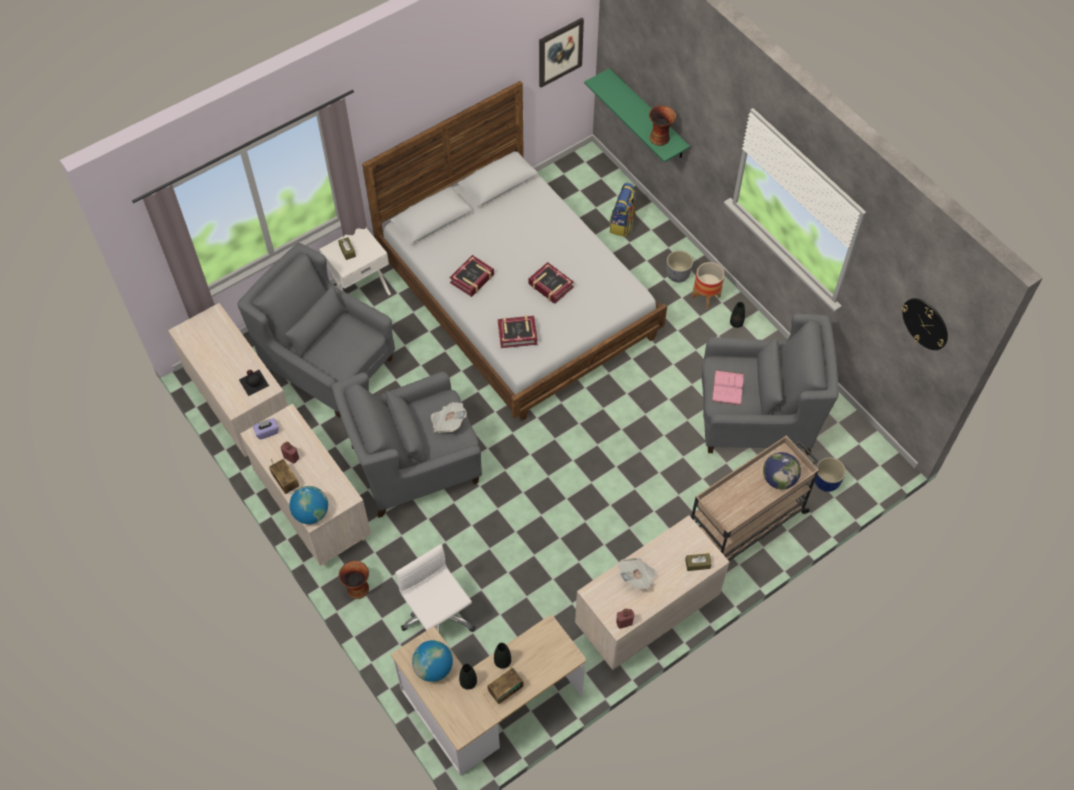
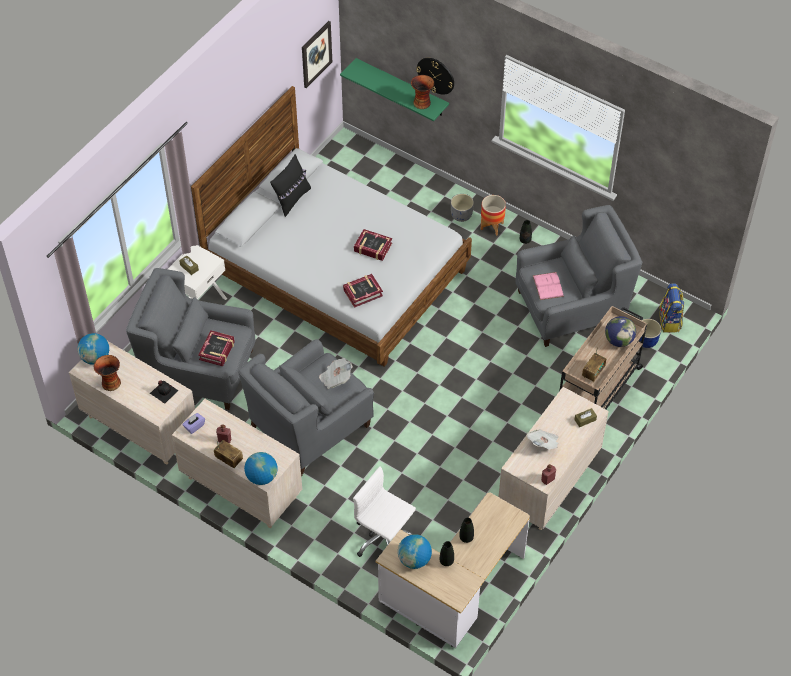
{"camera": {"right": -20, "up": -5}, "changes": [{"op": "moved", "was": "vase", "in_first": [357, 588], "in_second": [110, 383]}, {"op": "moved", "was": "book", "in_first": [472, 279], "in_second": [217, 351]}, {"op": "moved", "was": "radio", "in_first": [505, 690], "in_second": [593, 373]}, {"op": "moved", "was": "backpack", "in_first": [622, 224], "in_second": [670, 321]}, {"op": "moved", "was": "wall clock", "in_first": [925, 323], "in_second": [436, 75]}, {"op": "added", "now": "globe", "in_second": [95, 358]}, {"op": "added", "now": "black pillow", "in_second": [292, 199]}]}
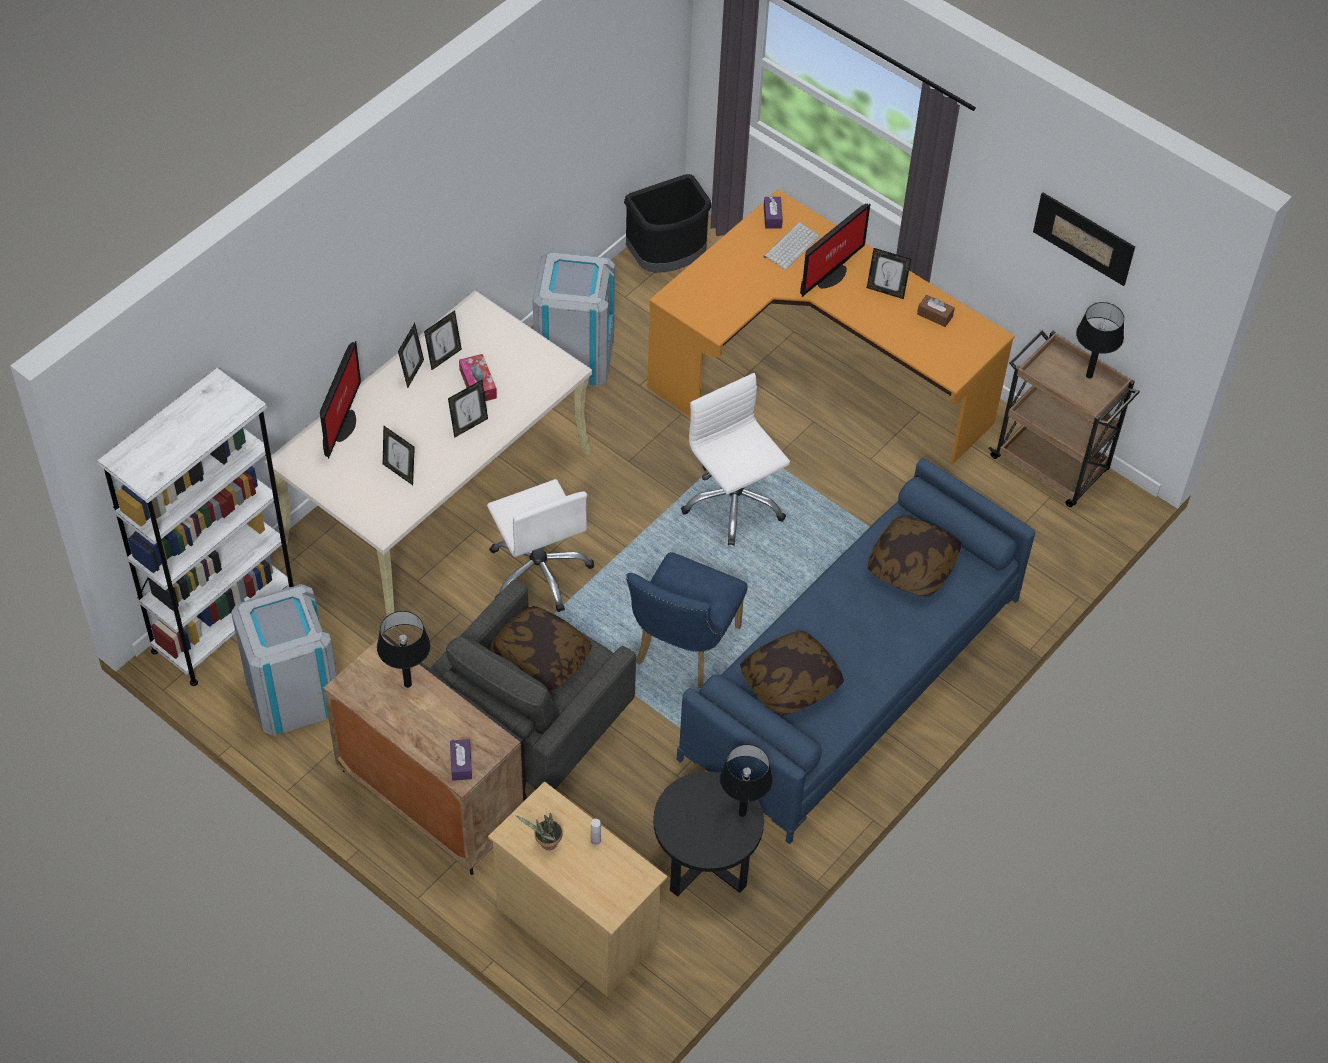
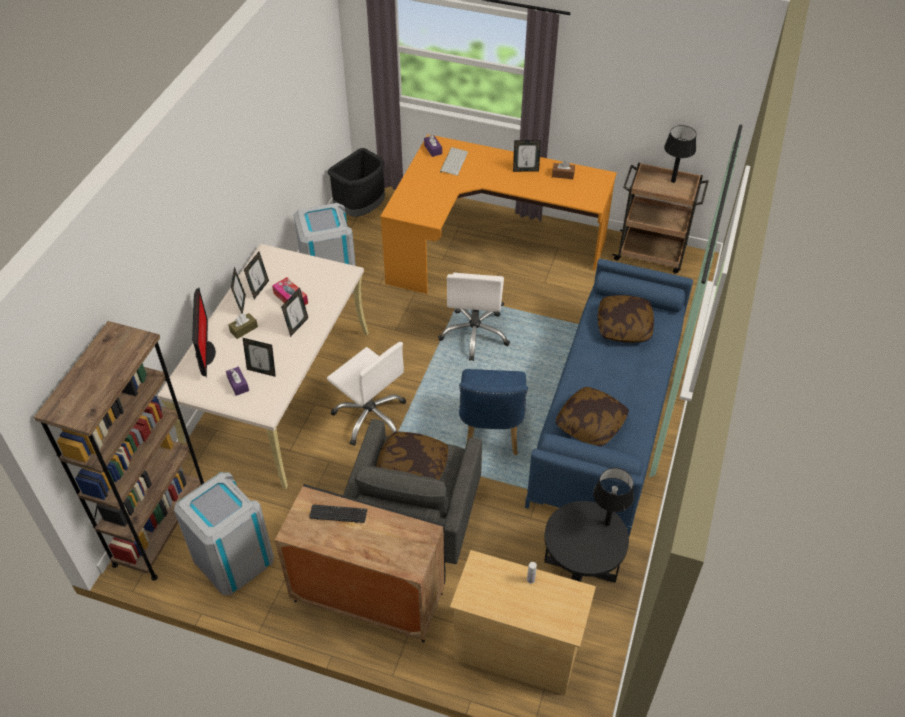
{"camera": {"right": -20, "up": -5}, "changes": [{"op": "recoloured", "was": "white bookcase", "now": "brown bookcase", "in_first": [224, 624], "in_second": [161, 527]}, {"op": "replaced", "was": "black table lamp", "now": "keyboard", "in_first": [407, 684], "in_second": [338, 514]}, {"op": "moved", "was": "purple tissue box", "in_first": [461, 764], "in_second": [238, 384]}, {"op": "removed", "was": "potted plant", "in_first": [546, 844]}, {"op": "turned", "was": "white office chair", "in_first": [733, 503], "in_second": [475, 334], "clockwise": -120}, {"op": "removed", "was": "monitor", "in_first": [829, 276]}, {"op": "removed", "was": "picture", "in_first": [1084, 238]}, {"op": "added", "now": "brown tissue box", "in_second": [244, 329]}]}
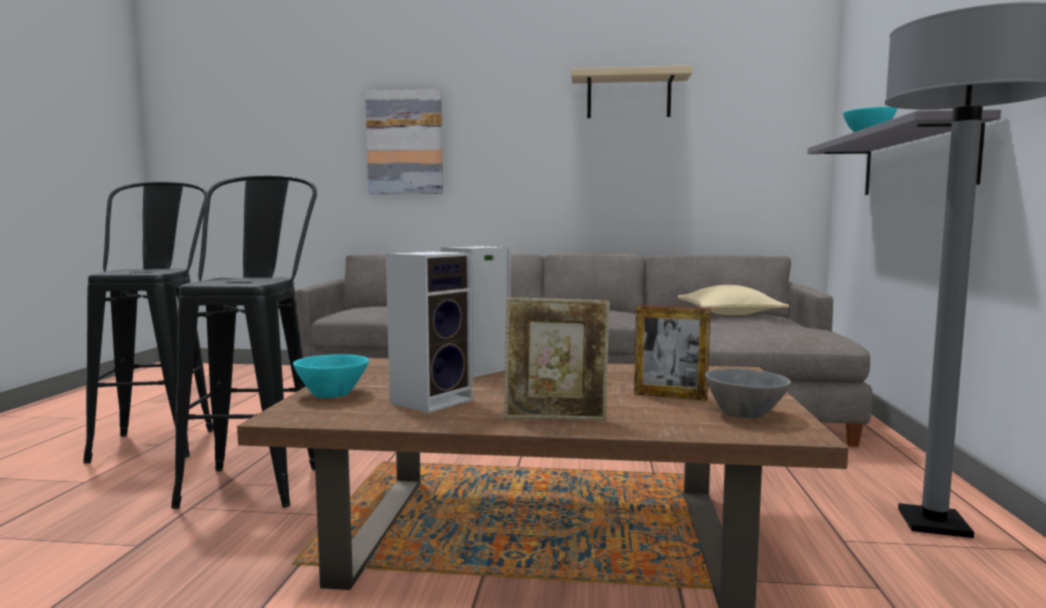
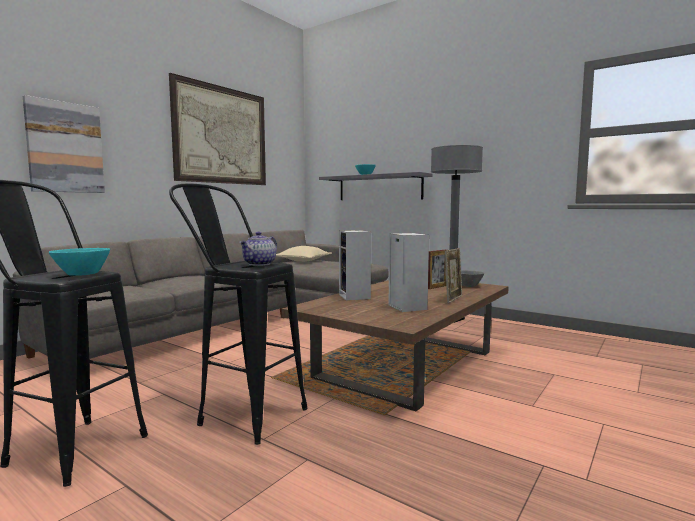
{"camera": {"right": -60, "up": 0}, "changes": [{"op": "moved", "was": "turquoise bowl", "in_first": [334, 394], "in_second": [83, 274]}, {"op": "replaced", "was": "beige shelf", "now": "picture", "in_first": [628, 96], "in_second": [222, 135]}, {"op": "added", "now": "teapot", "in_second": [260, 264]}]}
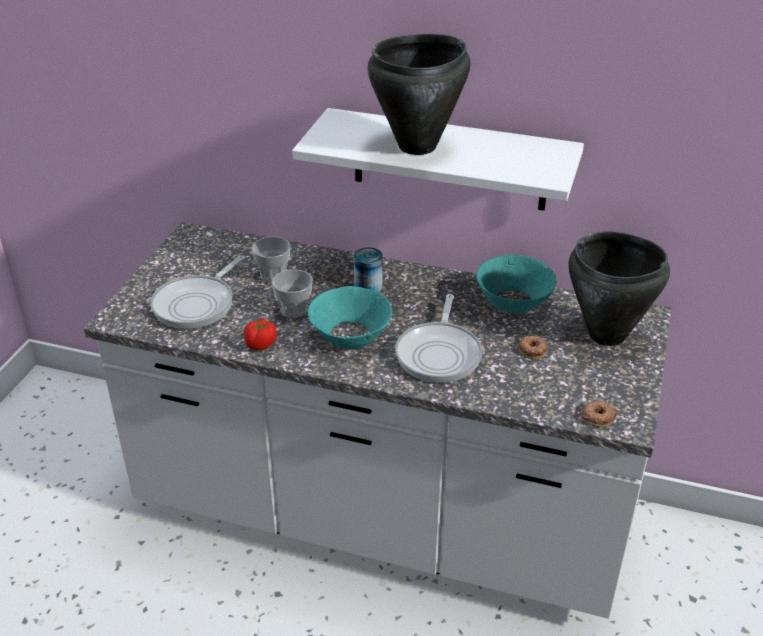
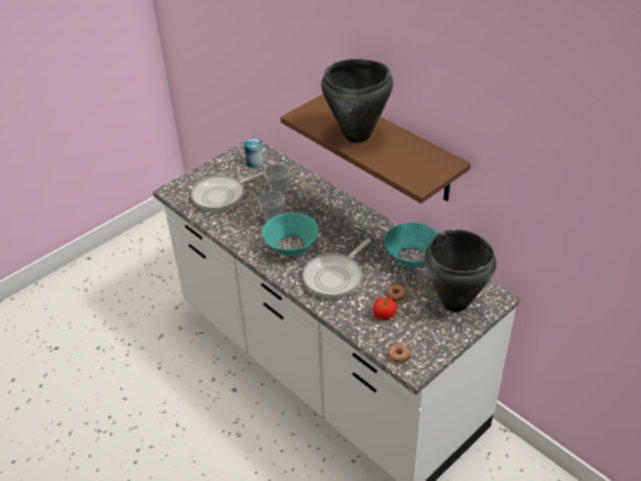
{"camera": {"right": 30, "up": 5}, "changes": [{"op": "moved", "was": "tomato", "in_first": [260, 345], "in_second": [384, 315]}, {"op": "recoloured", "was": "white shelf", "now": "brown shelf", "in_first": [449, 160], "in_second": [394, 147]}, {"op": "moved", "was": "can", "in_first": [368, 286], "in_second": [255, 162]}]}
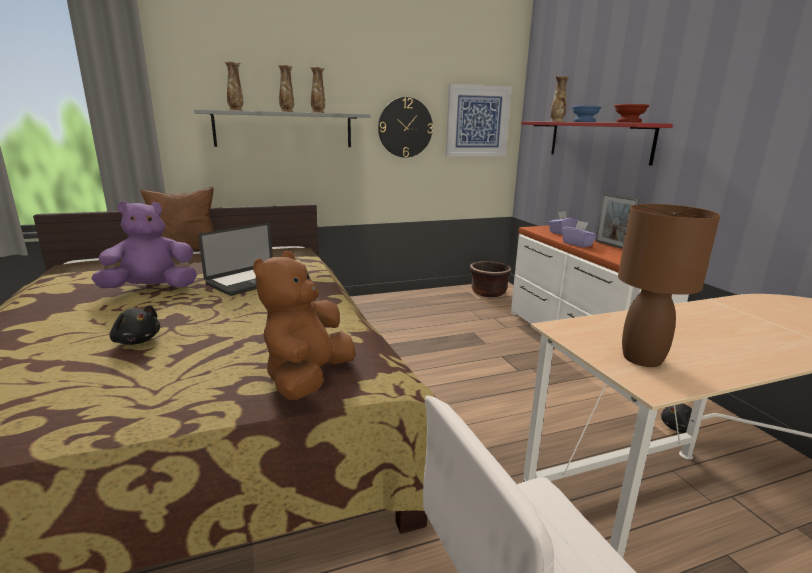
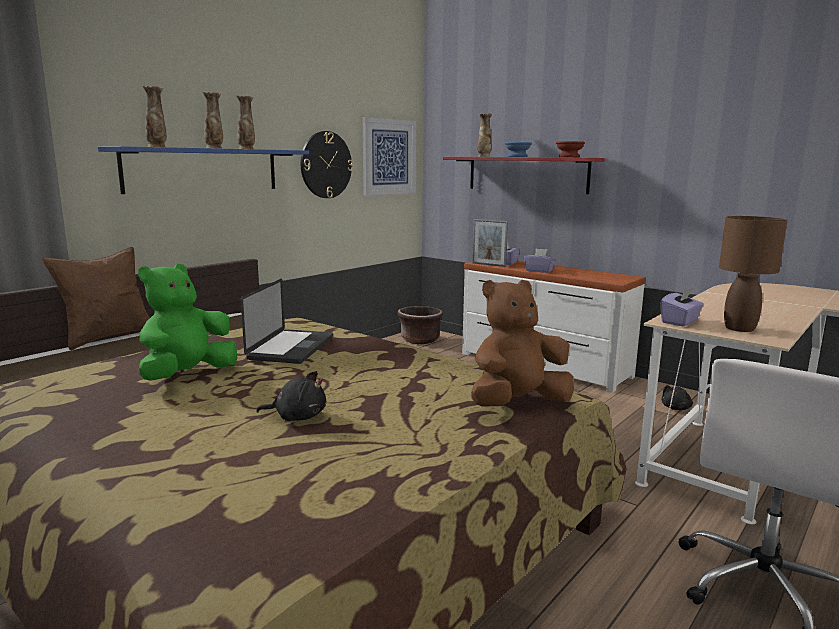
{"camera": {"right": -30, "up": -5}, "changes": [{"op": "recoloured", "was": "purple plush toy", "now": "green plush toy", "in_first": [151, 289], "in_second": [187, 375]}, {"op": "recoloured", "was": "grey shelf", "now": "blue shelf", "in_first": [284, 129], "in_second": [203, 170]}, {"op": "turned", "was": "brown plush toy", "in_first": [308, 379], "in_second": [517, 404], "clockwise": 75}, {"op": "moved", "was": "picture frame", "in_first": [611, 245], "in_second": [488, 265]}, {"op": "added", "now": "purple tissue box", "in_second": [680, 322]}]}
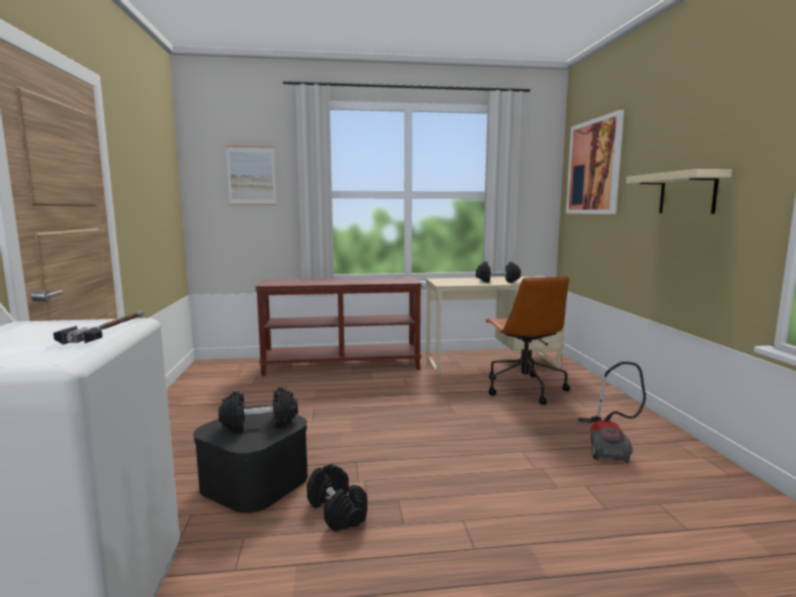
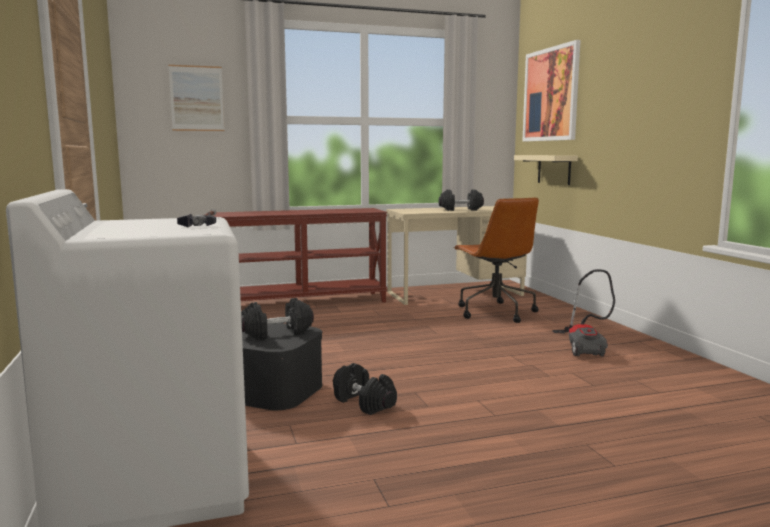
{"camera": {"right": -10, "up": 0}, "changes": [{"op": "moved", "was": "beige shelf", "in_first": [687, 193], "in_second": [554, 169]}]}
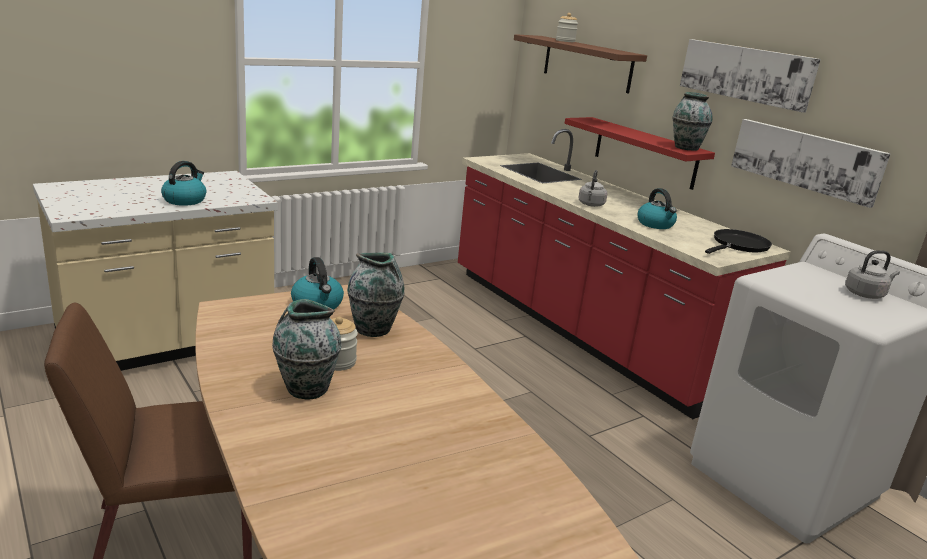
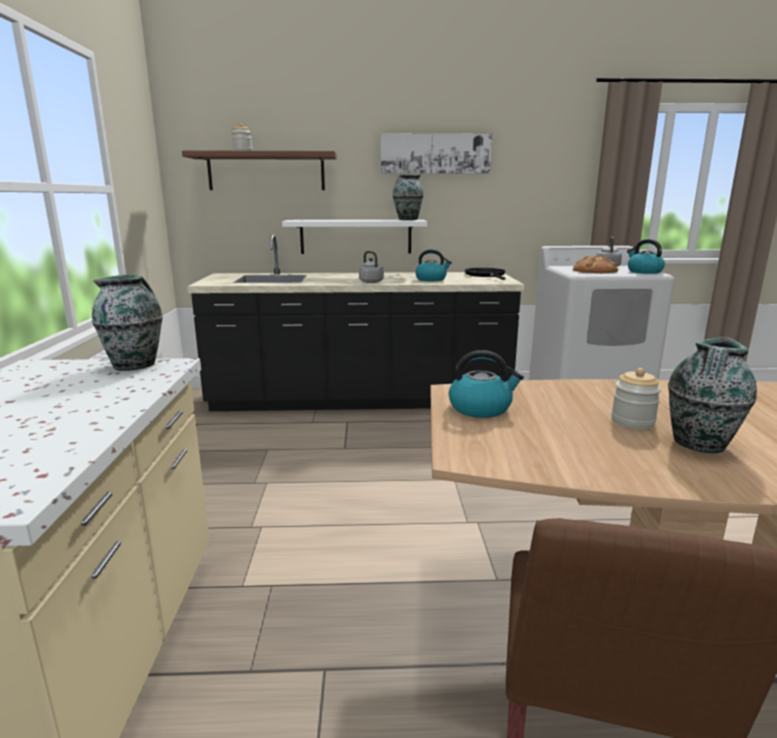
{"camera": {"right": -55, "up": -5}, "changes": [{"op": "moved", "was": "kettle", "in_first": [185, 200], "in_second": [643, 272]}, {"op": "moved", "was": "vase", "in_first": [374, 329], "in_second": [135, 365]}, {"op": "recoloured", "was": "red counter", "now": "black counter", "in_first": [579, 329], "in_second": [360, 400]}, {"op": "recoloured", "was": "red shelf", "now": "white shelf", "in_first": [645, 152], "in_second": [356, 236]}, {"op": "removed", "was": "picture", "in_first": [805, 160]}, {"op": "added", "now": "bread", "in_second": [594, 271]}]}
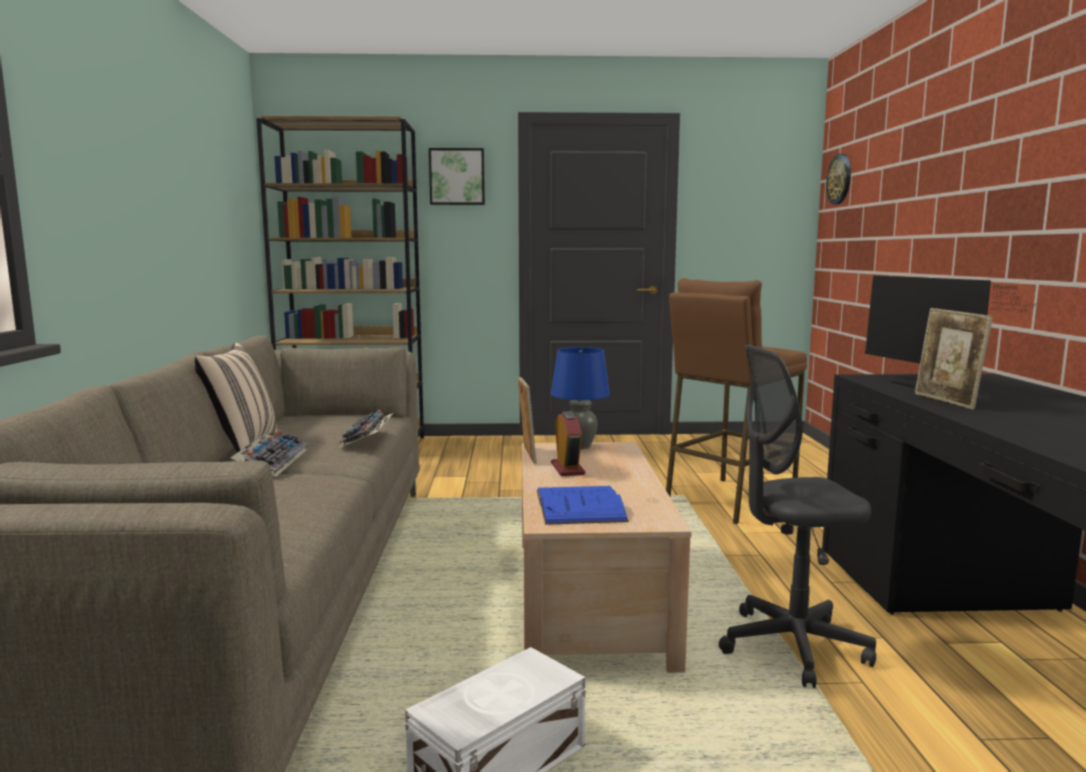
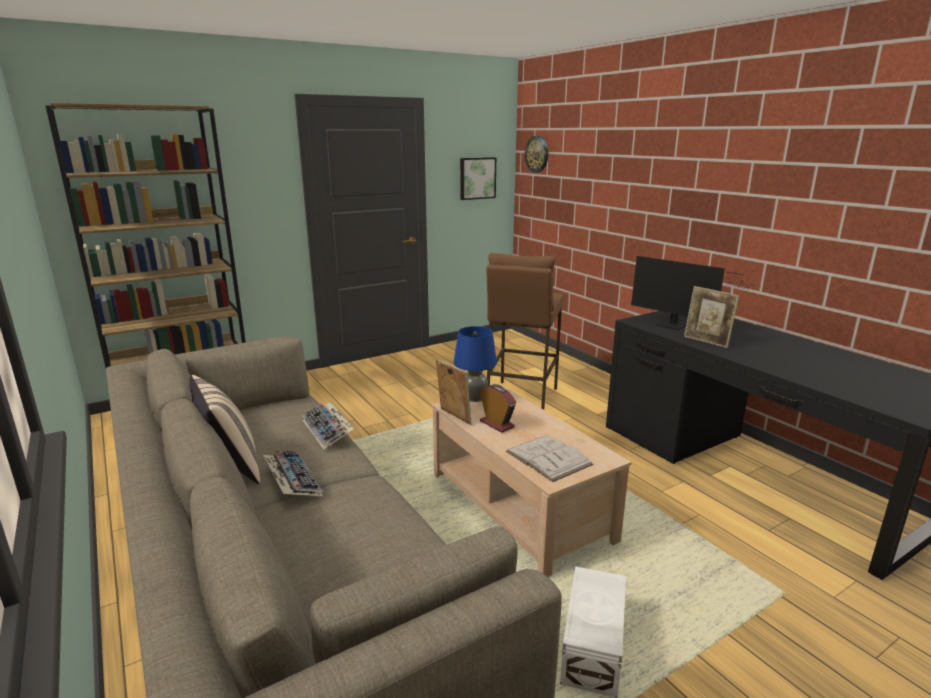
{"camera": {"right": -30, "up": 10}, "changes": [{"op": "moved", "was": "picture", "in_first": [457, 177], "in_second": [477, 178]}, {"op": "recoloured", "was": "blue book", "now": "white book", "in_first": [579, 505], "in_second": [548, 458]}, {"op": "removed", "was": "grey office chair", "in_first": [792, 647]}]}
